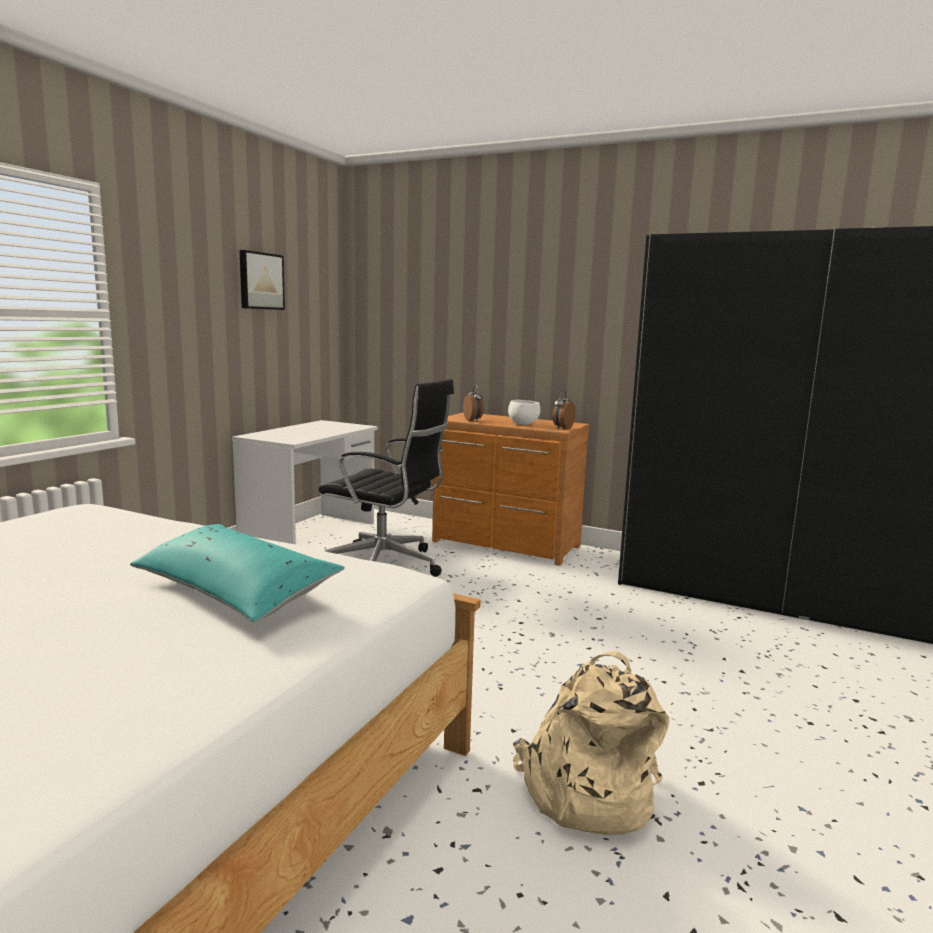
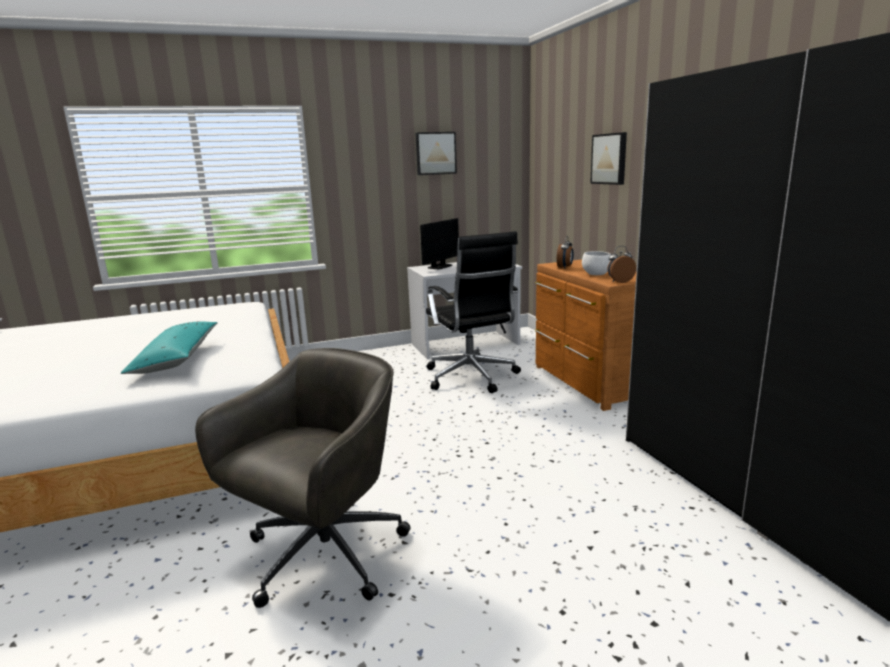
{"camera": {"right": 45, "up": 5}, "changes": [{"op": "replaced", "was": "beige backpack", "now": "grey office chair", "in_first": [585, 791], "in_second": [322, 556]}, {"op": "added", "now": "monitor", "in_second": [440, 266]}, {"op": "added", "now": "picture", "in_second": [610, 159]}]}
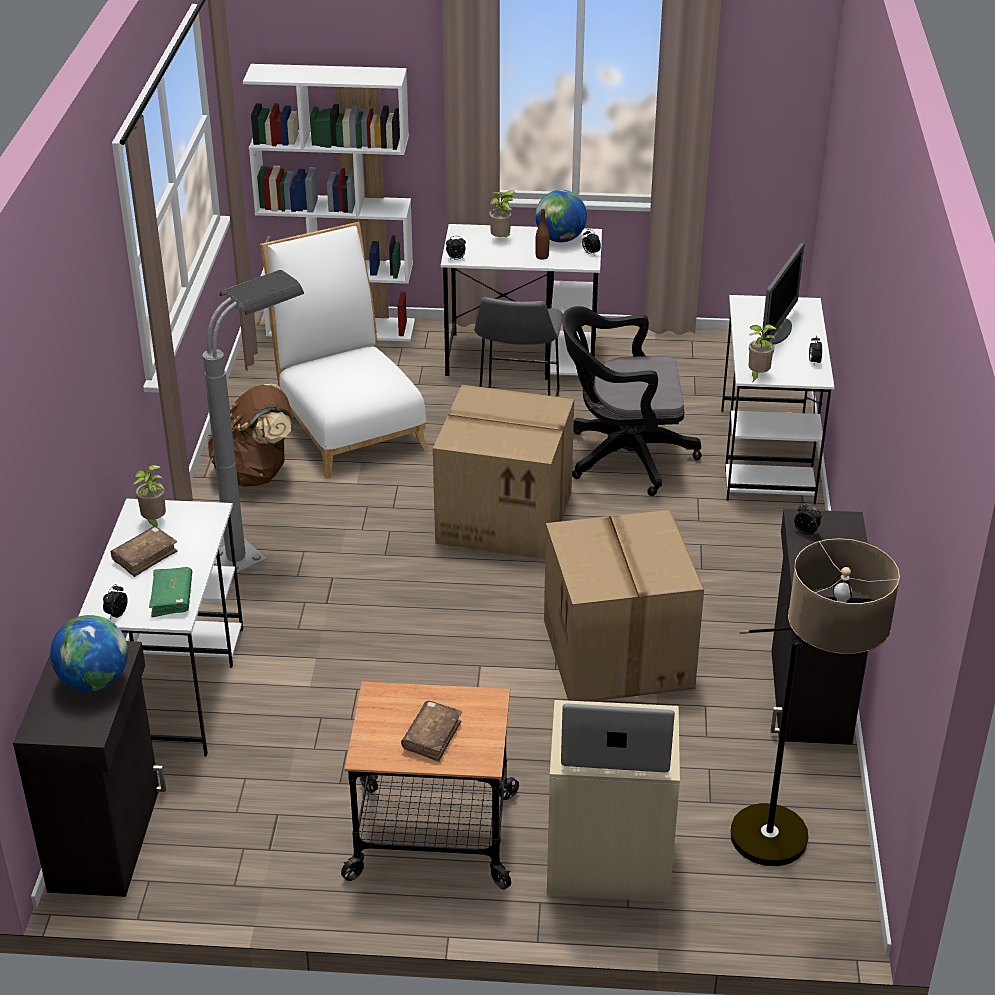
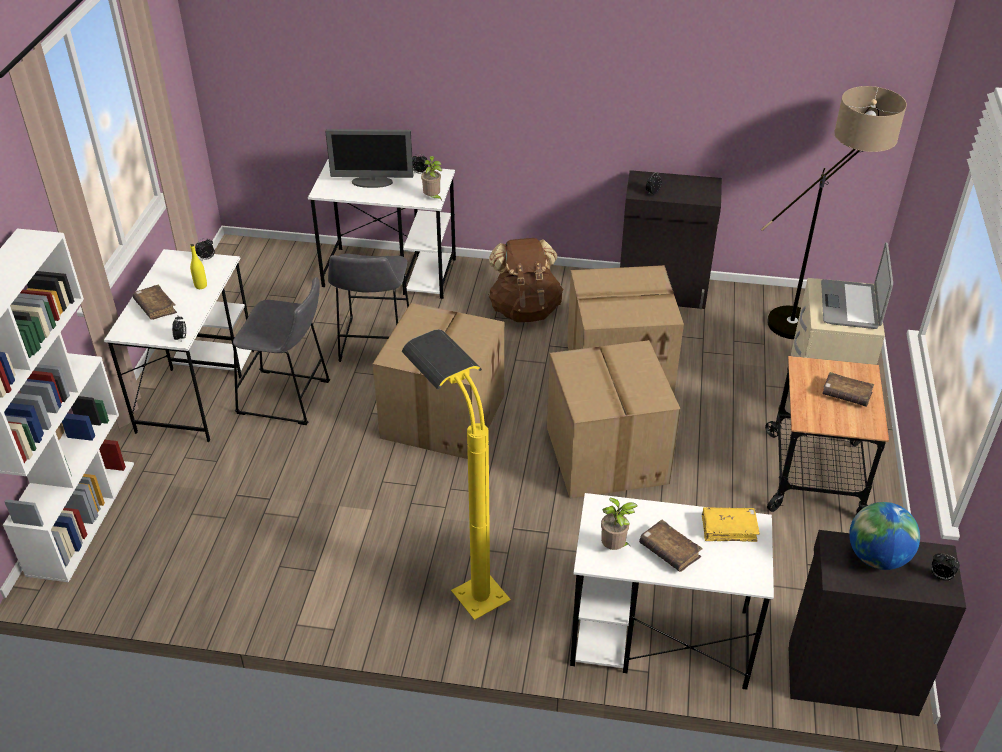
{"camera": {"right": -85, "up": 5}, "changes": [{"op": "moved", "was": "alarm clock", "in_first": [116, 614], "in_second": [940, 576]}, {"op": "recoloured", "was": "green book", "now": "yellow book", "in_first": [172, 598], "in_second": [729, 528]}, {"op": "recoloured", "was": "grey floor lamp", "now": "yellow floor lamp", "in_first": [263, 548], "in_second": [463, 578]}, {"op": "moved", "was": "brown backpack", "in_first": [255, 473], "in_second": [525, 309]}, {"op": "removed", "was": "white chair", "in_first": [348, 426]}, {"op": "replaced", "was": "potted plant", "now": "brown book", "in_first": [501, 239], "in_second": [155, 307]}, {"op": "removed", "was": "globe", "in_first": [560, 239]}, {"op": "recoloured", "was": "brown bottle", "now": "yellow bottle", "in_first": [542, 256], "in_second": [201, 286]}, {"op": "replaced", "was": "black office chair", "now": "grey stool", "in_first": [622, 457], "in_second": [374, 344]}, {"op": "turned", "was": "monitor", "in_first": [777, 332], "in_second": [372, 182], "clockwise": 150}, {"op": "added", "now": "cardboard box", "in_second": [604, 454]}]}
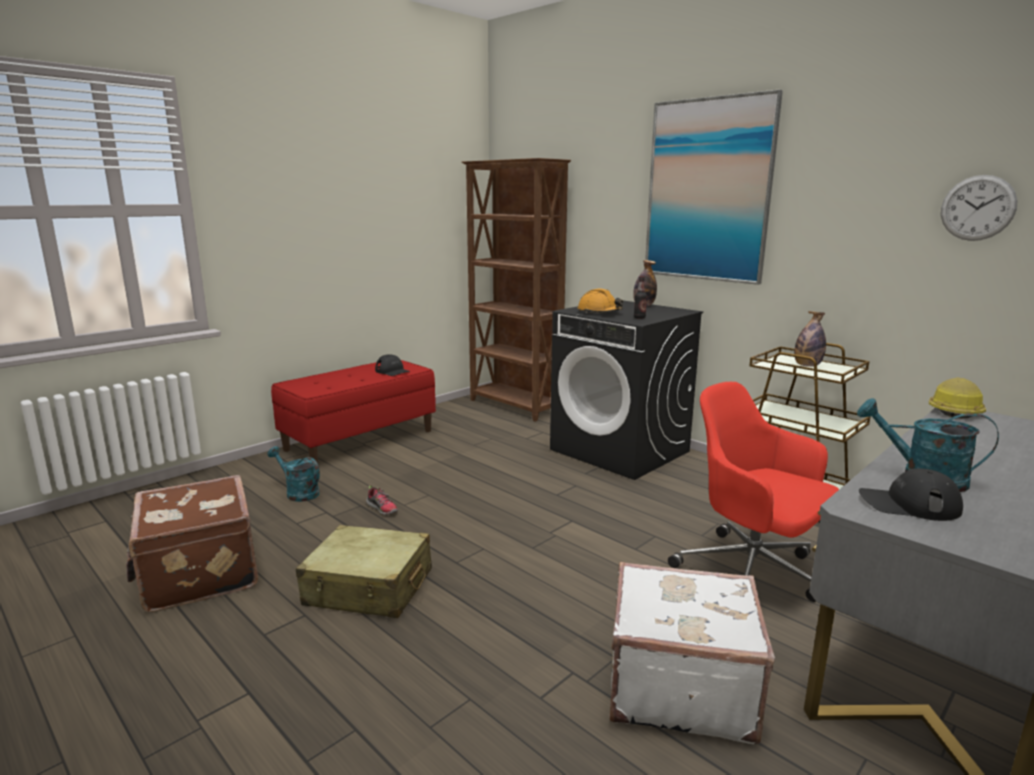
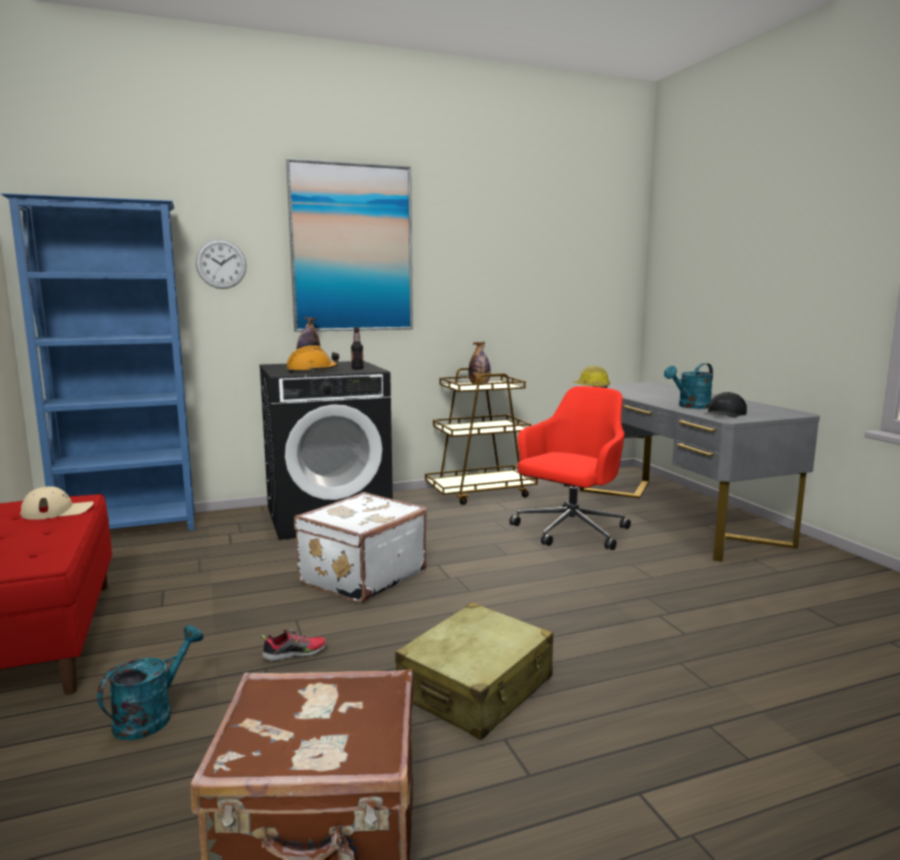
{"camera": {"right": -65, "up": -5}, "changes": [{"op": "turned", "was": "turquoise watering can", "in_first": [298, 493], "in_second": [151, 715], "clockwise": 150}, {"op": "recoloured", "was": "black cap", "now": "beige cap", "in_first": [392, 371], "in_second": [58, 511]}, {"op": "recoloured", "was": "brown bookcase", "now": "blue bookcase", "in_first": [514, 406], "in_second": [129, 530]}, {"op": "moved", "was": "white suitcase", "in_first": [678, 685], "in_second": [361, 576]}, {"op": "turned", "was": "red office chair", "in_first": [752, 574], "in_second": [570, 531], "clockwise": 150}, {"op": "moved", "was": "wall clock", "in_first": [977, 208], "in_second": [221, 264]}]}
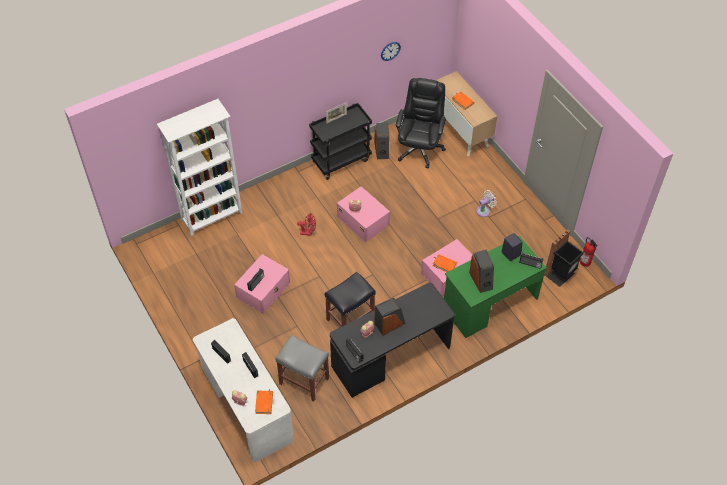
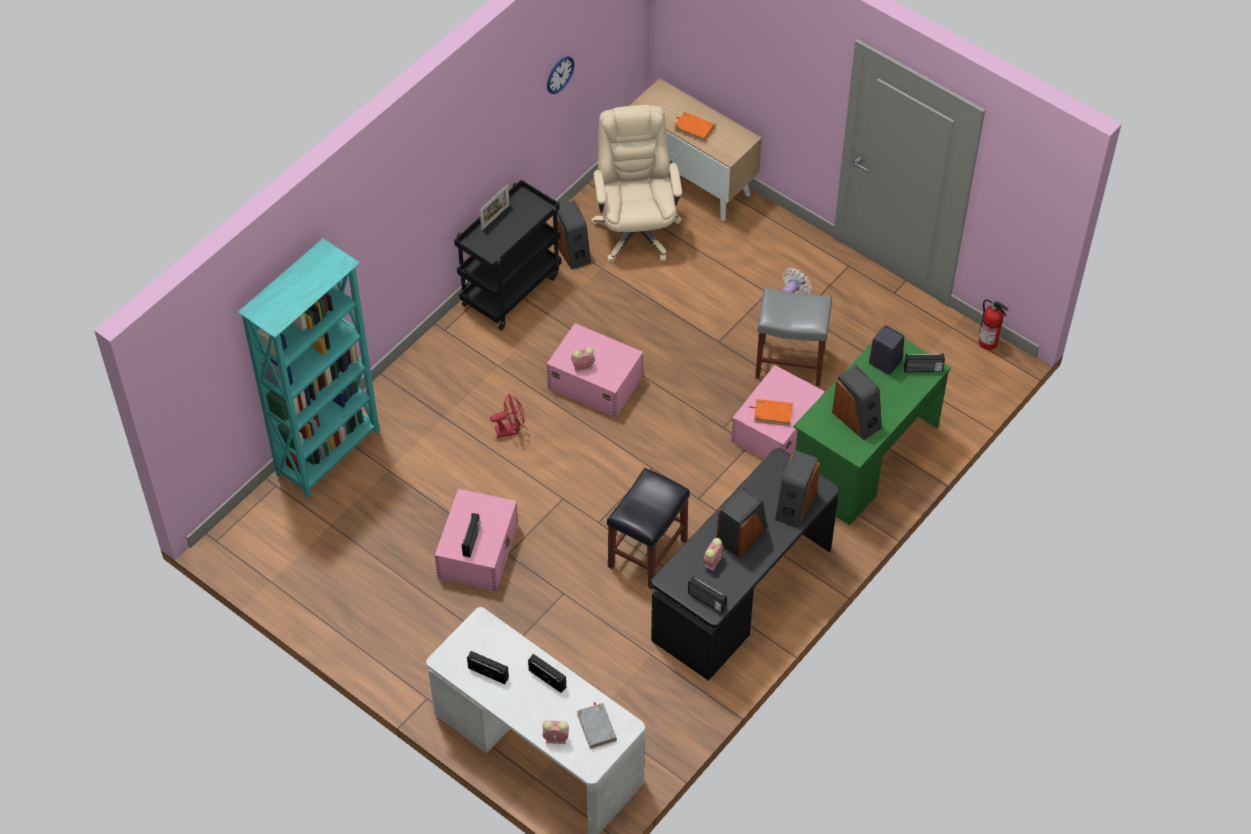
{"camera": {"right": -20, "up": 0}, "changes": [{"op": "recoloured", "was": "white bookcase", "now": "turquoise bookcase", "in_first": [212, 216], "in_second": [330, 453]}, {"op": "recoloured", "was": "orange book", "now": "grey book", "in_first": [264, 403], "in_second": [597, 727]}, {"op": "moved", "was": "grey stool", "in_first": [305, 381], "in_second": [791, 362]}, {"op": "recoloured", "was": "black office chair", "now": "beige office chair", "in_first": [419, 148], "in_second": [636, 230]}, {"op": "removed", "was": "black trash can", "in_first": [560, 274]}, {"op": "added", "now": "speaker", "in_second": [795, 505]}]}
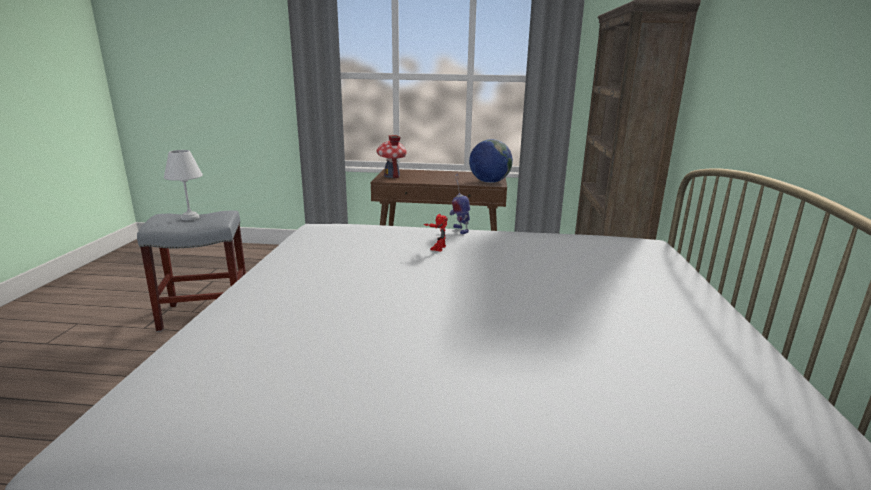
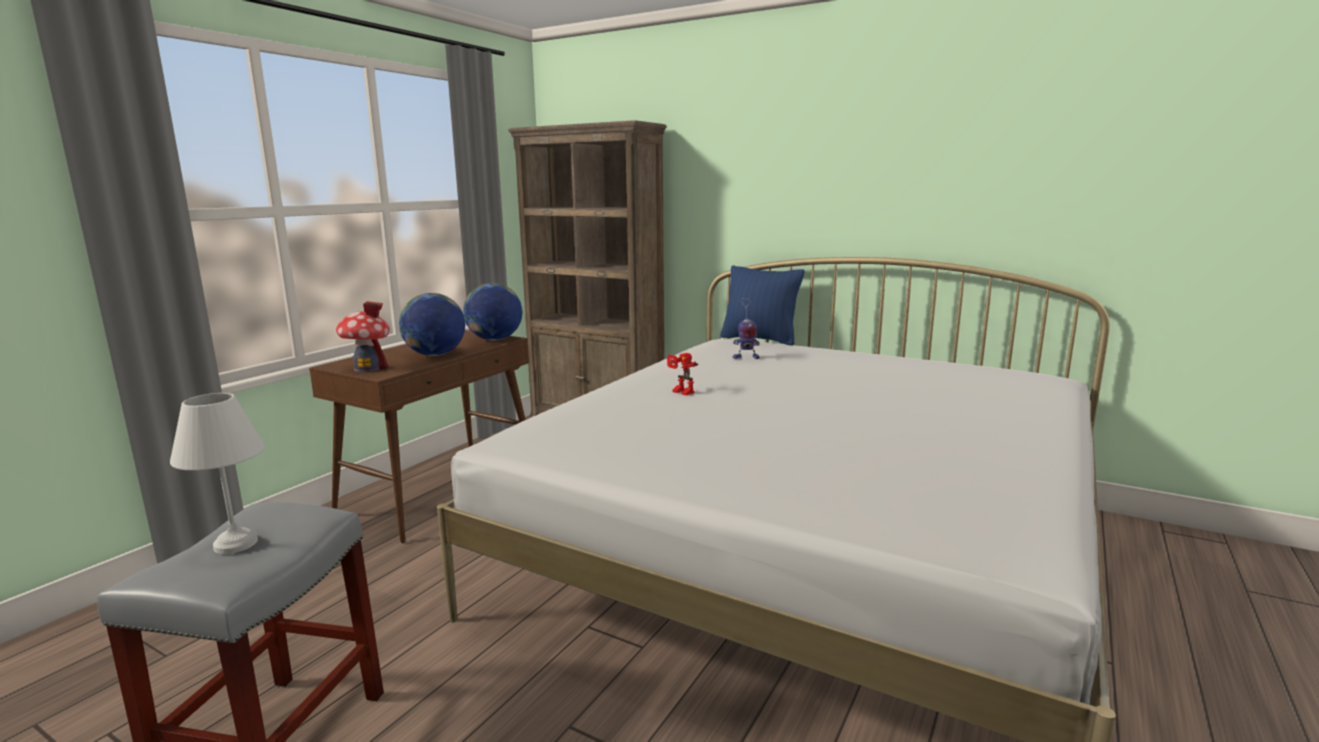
{"camera": {"right": -65, "up": -5}, "changes": [{"op": "moved", "was": "toy robot", "in_first": [460, 230], "in_second": [745, 358]}, {"op": "added", "now": "globe", "in_second": [435, 355]}, {"op": "added", "now": "blue pillow", "in_second": [760, 339]}]}
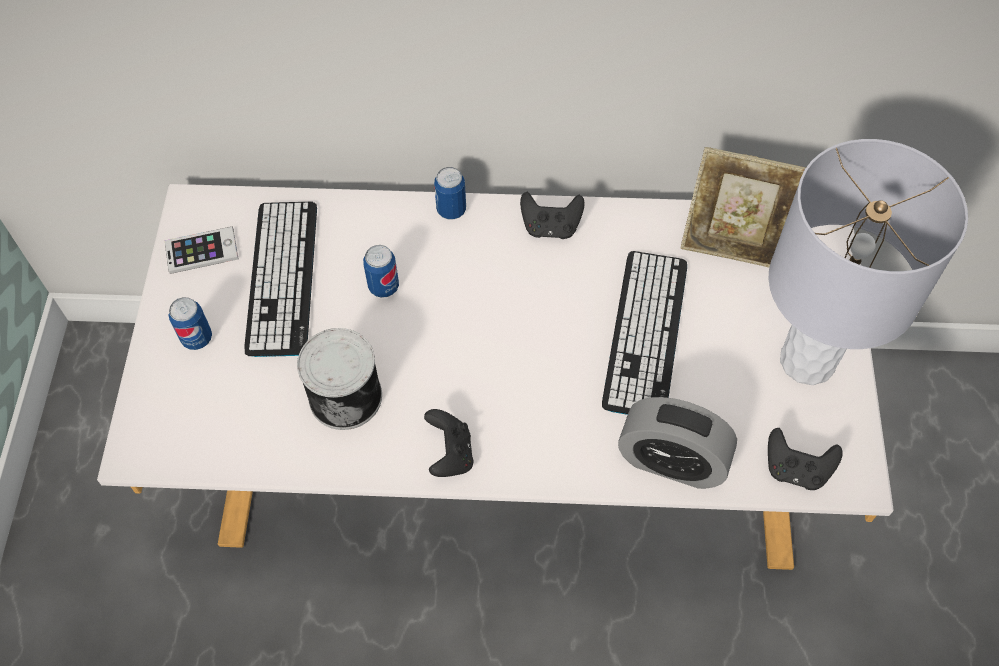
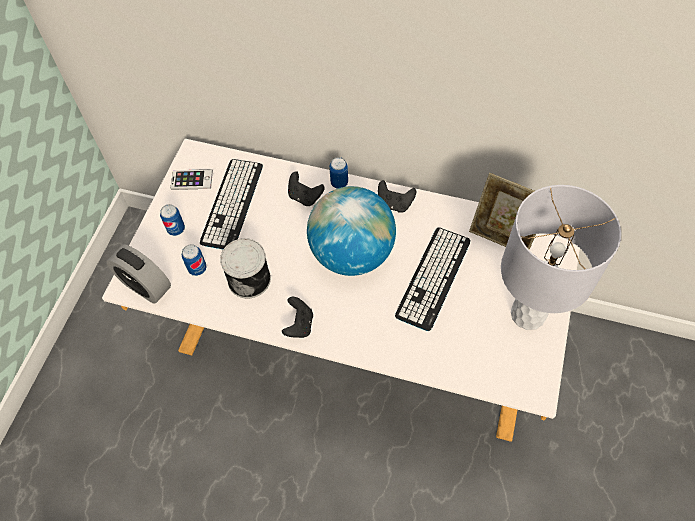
{"camera": {"right": 15, "up": 0}, "changes": [{"op": "moved", "was": "can", "in_first": [383, 287], "in_second": [197, 268]}, {"op": "moved", "was": "alarm clock", "in_first": [671, 461], "in_second": [145, 286]}, {"op": "moved", "was": "black game controller", "in_first": [796, 469], "in_second": [305, 197]}, {"op": "added", "now": "globe", "in_second": [351, 254]}]}
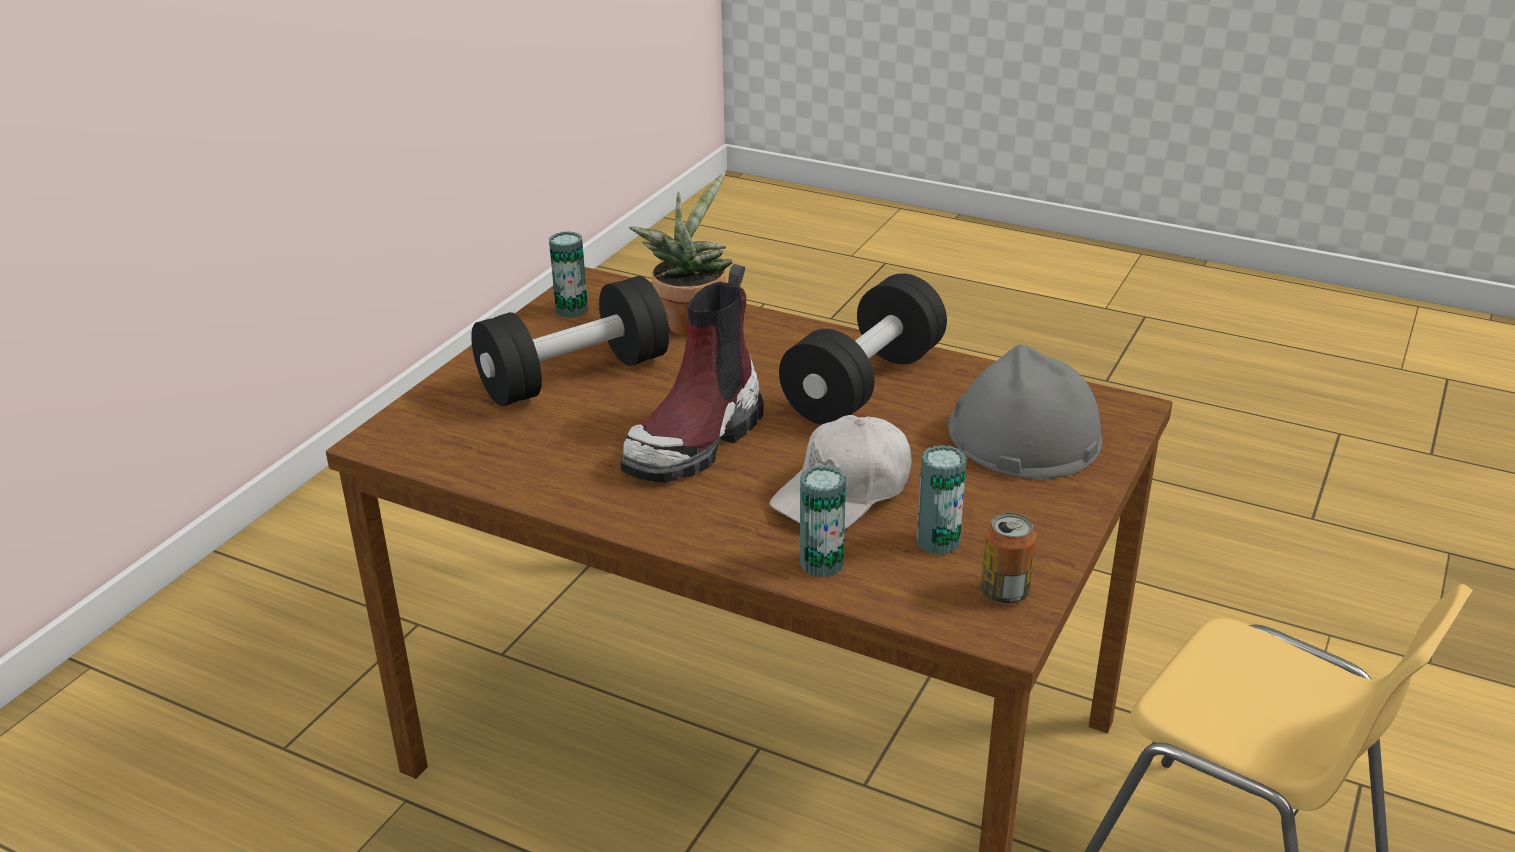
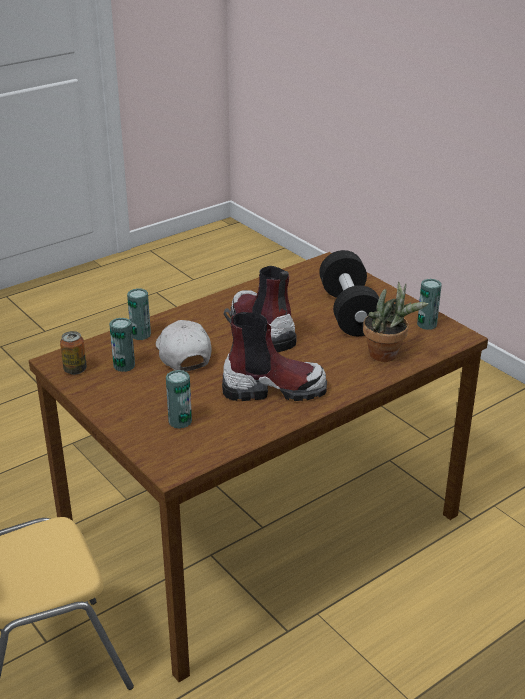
{"camera": {"right": 115, "up": 0}, "changes": [{"op": "replaced", "was": "black dumbbell", "now": "boot", "in_first": [864, 384], "in_second": [273, 389]}, {"op": "replaced", "was": "grey hard hat", "now": "can", "in_first": [1023, 434], "in_second": [180, 421]}]}
